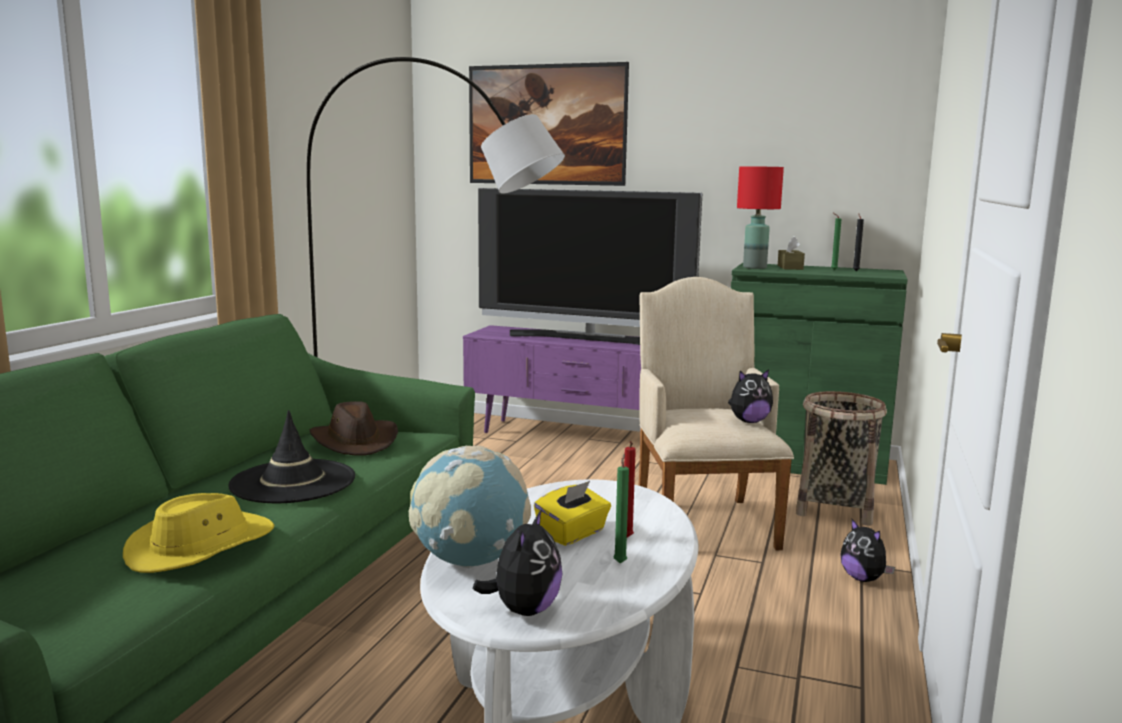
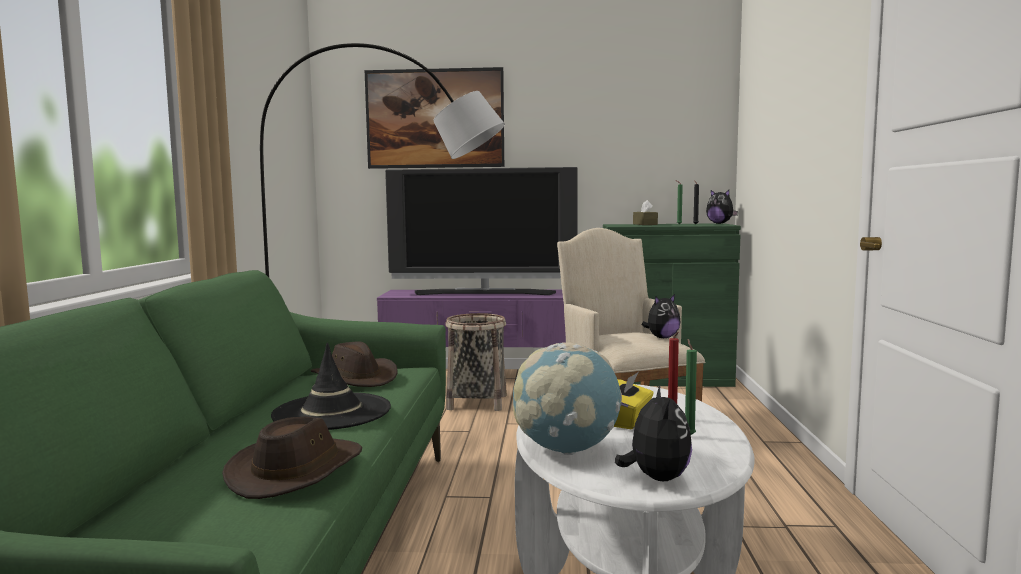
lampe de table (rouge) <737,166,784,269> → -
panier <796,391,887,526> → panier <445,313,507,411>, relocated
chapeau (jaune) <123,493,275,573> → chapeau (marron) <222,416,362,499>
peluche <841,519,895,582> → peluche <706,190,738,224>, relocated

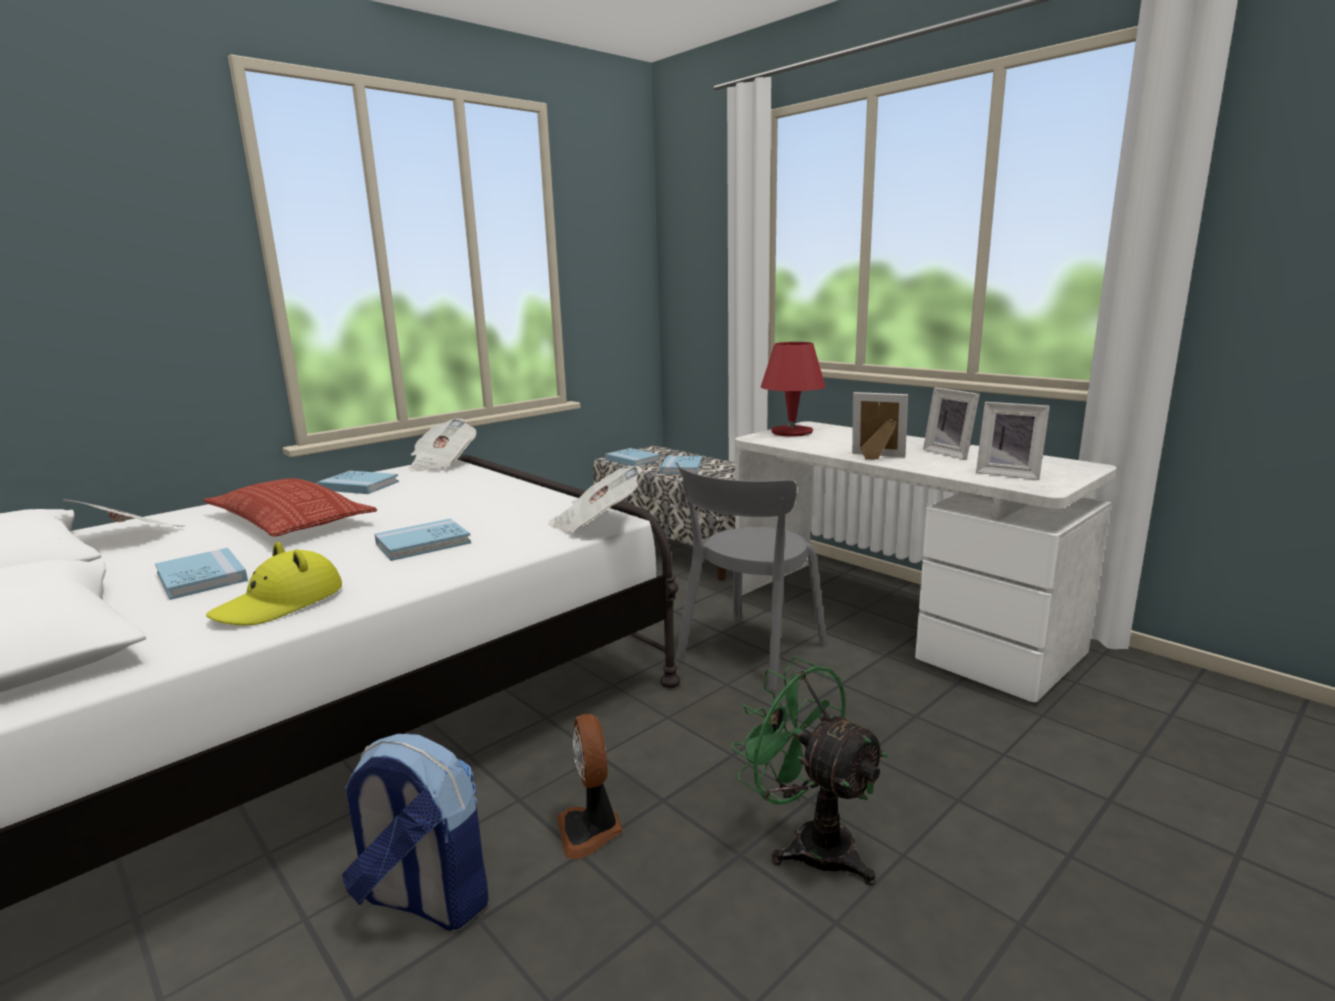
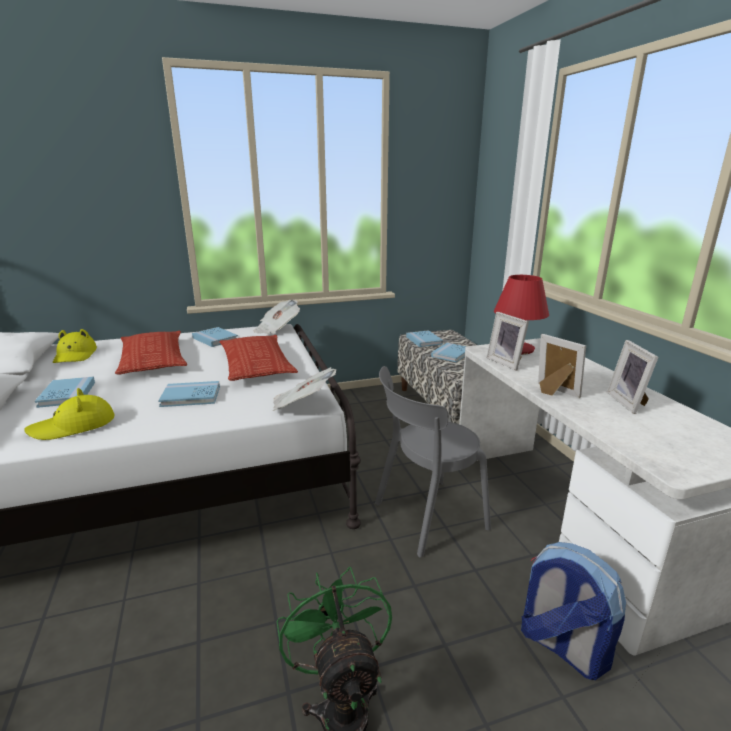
cadre photo <976,402,1050,480> → cadre photo <487,312,529,371>, relocated
journal <58,499,182,527> → chapeau (jaune) <53,329,97,363>
ventilateur <557,714,623,860> → -
sac à dos <342,734,488,931> → sac à dos <521,542,626,680>, relocated
- → coussin <219,335,298,381>

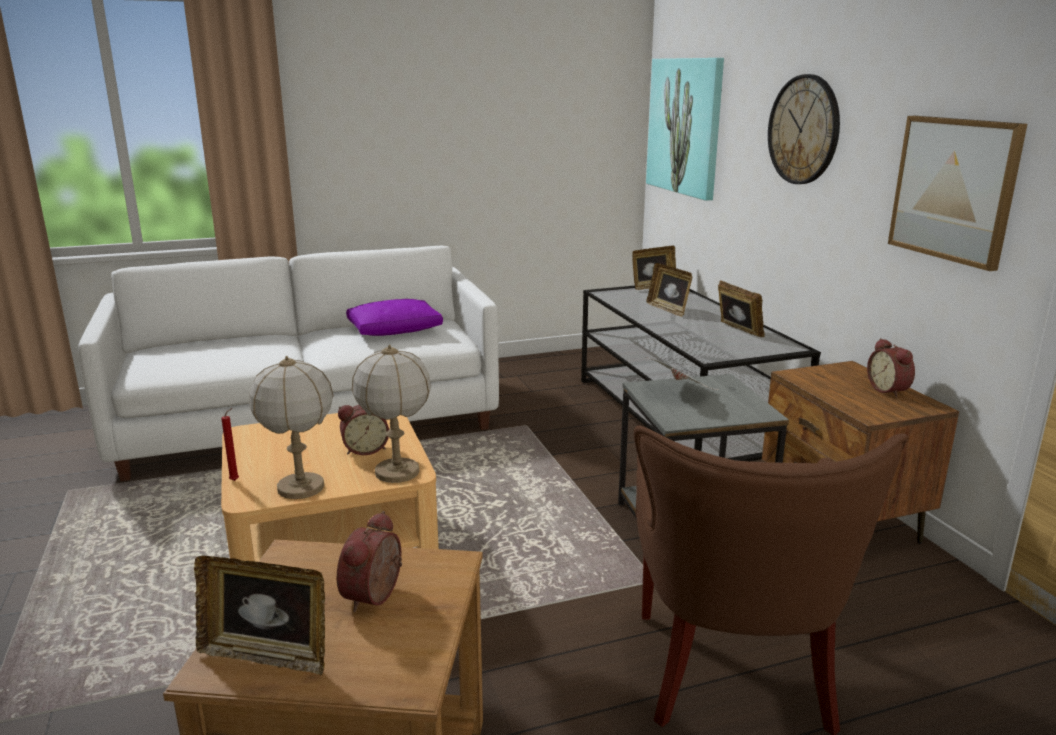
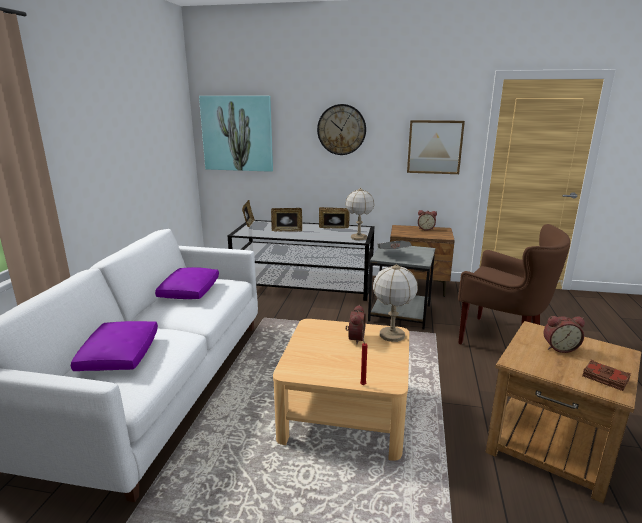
lampe de table <249,356,333,499> → lampe de table <345,187,374,240>, relocated
réveil <337,511,402,612> → réveil <543,316,585,353>, 45 degrees counterclockwise
cadre photo <194,556,325,675> → livre (marron) <582,360,631,391>
- → coussin (violet) <71,321,158,371>

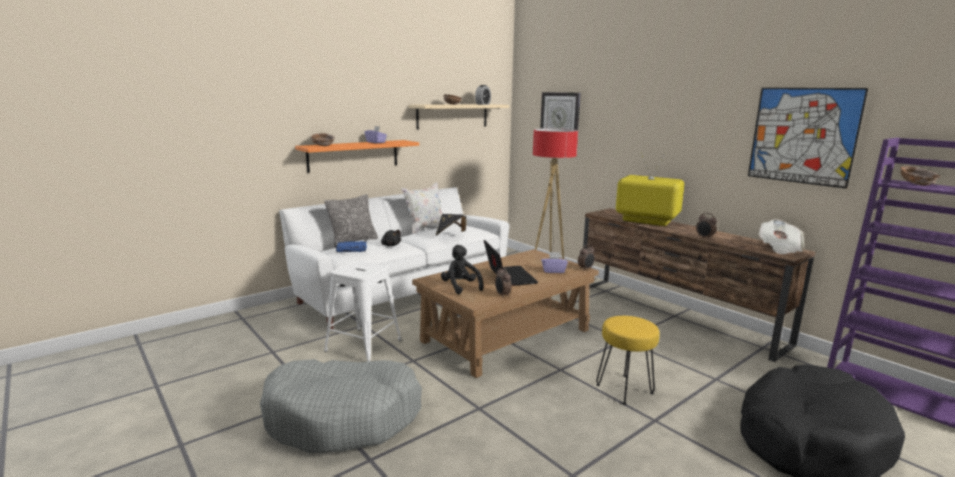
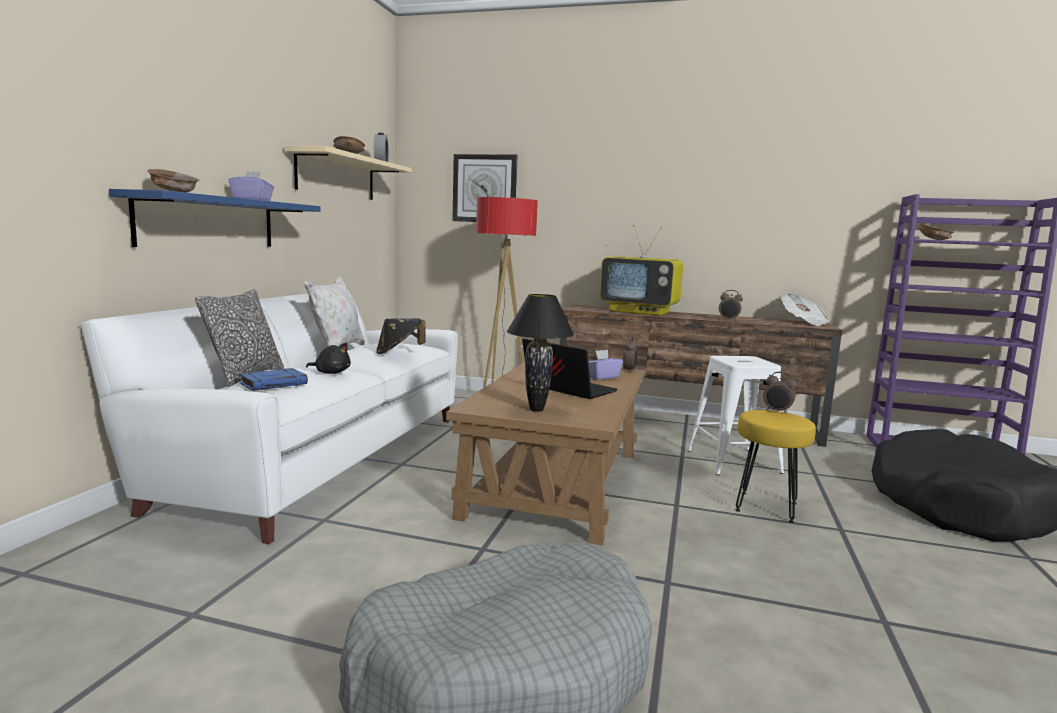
tableau <748,88,868,189> → -
étagère (orange) <295,140,419,173> → étagère (bleu) <109,189,321,247>
téléviseur <616,153,685,226> → téléviseur <600,225,683,316>, 150 degrees counterclockwise
peluche (noir) <441,245,484,295> → lampe de table (noir) <507,294,574,412>
tabouret (blanc) <324,261,401,362> → tabouret (blanc) <687,356,784,475>, relocated
réveil <495,267,512,298> → réveil <763,372,797,414>, relocated

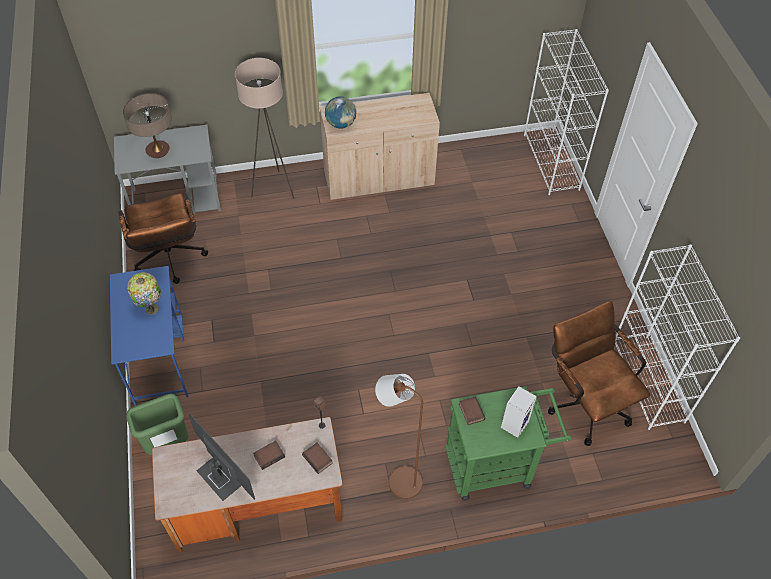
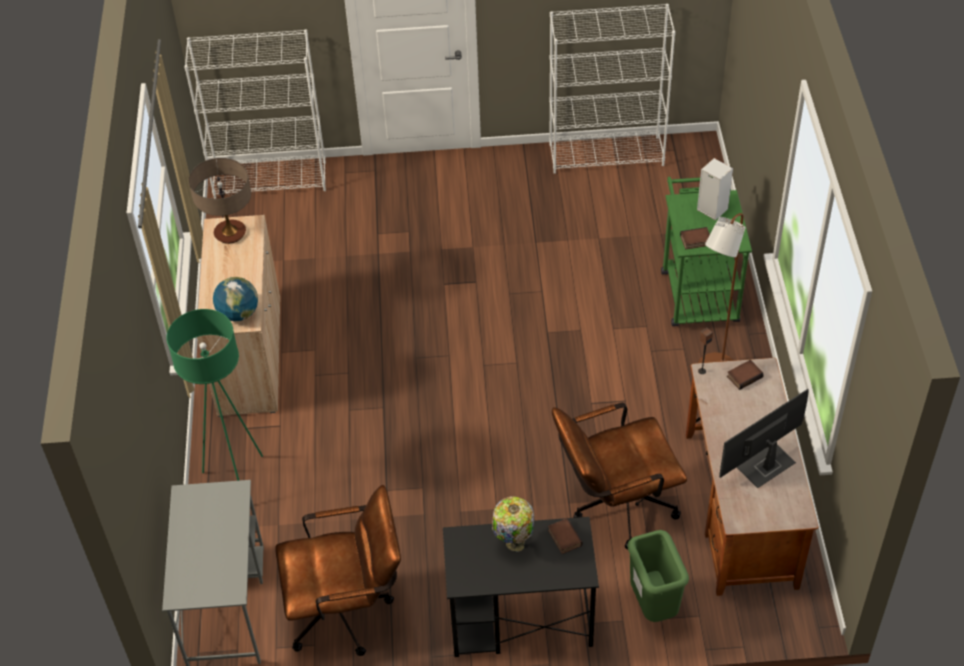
lampadaire (beige) <235,58,295,199> → lampadaire (vert) <166,309,263,481>
lampe de table <123,93,172,158> → lampe de table <189,158,251,244>, relocated
bureau (bleu) <110,266,188,406> → bureau (noir) <443,517,599,657>
chaise de bureau (marron) <548,301,650,446> → chaise de bureau (marron) <552,403,687,550>, relocated
livre <253,441,285,470> → livre <548,518,583,554>, relocated

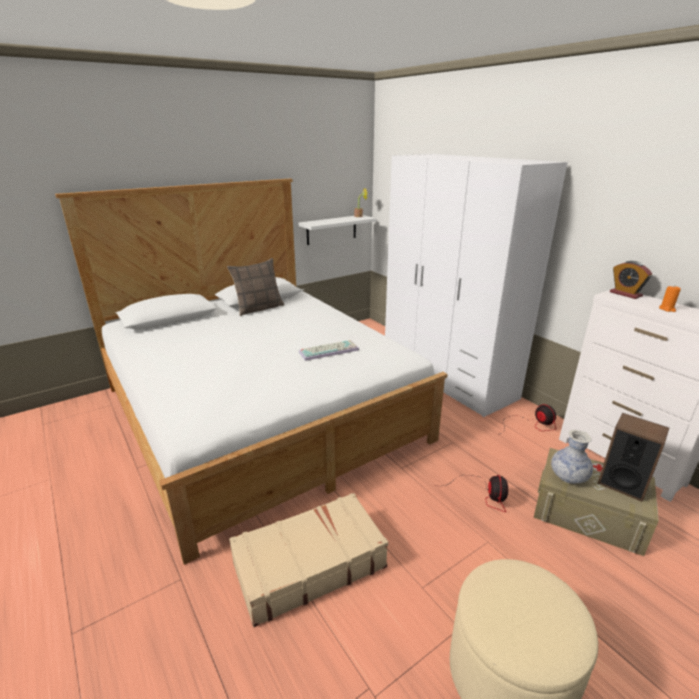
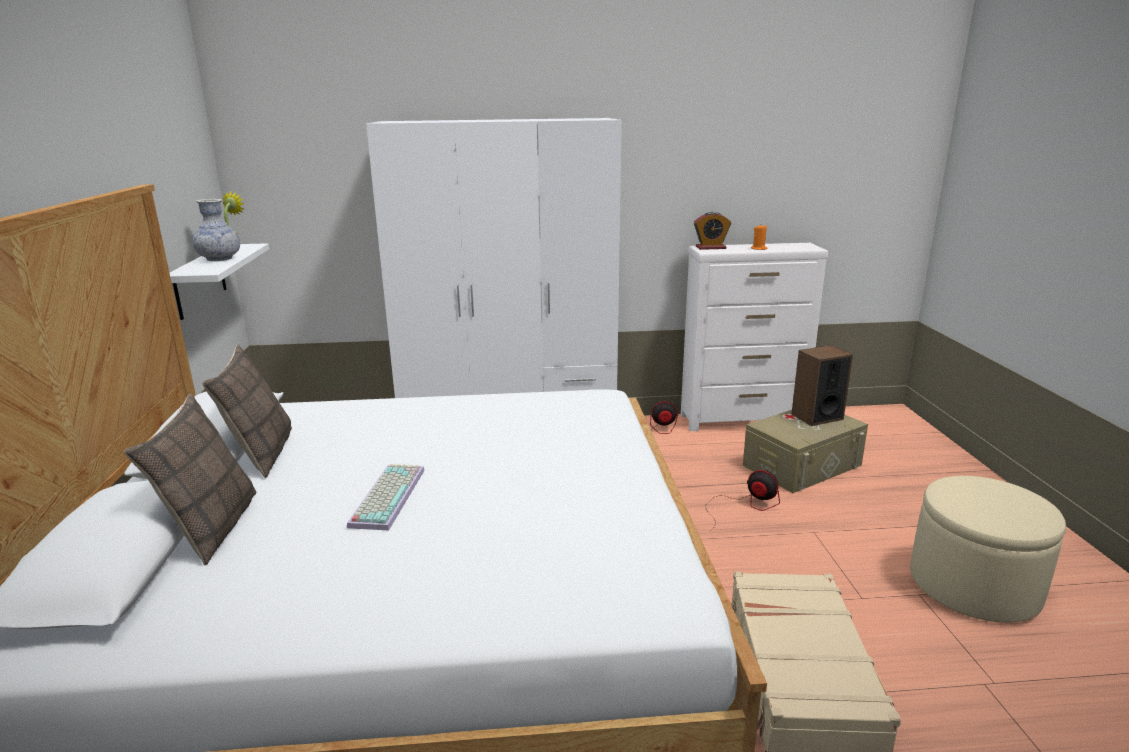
clavier <299,340,359,361> → clavier <347,464,425,530>, relocated
vase <551,430,593,484> → vase <193,199,240,261>, relocated
- → coussin <124,393,256,565>

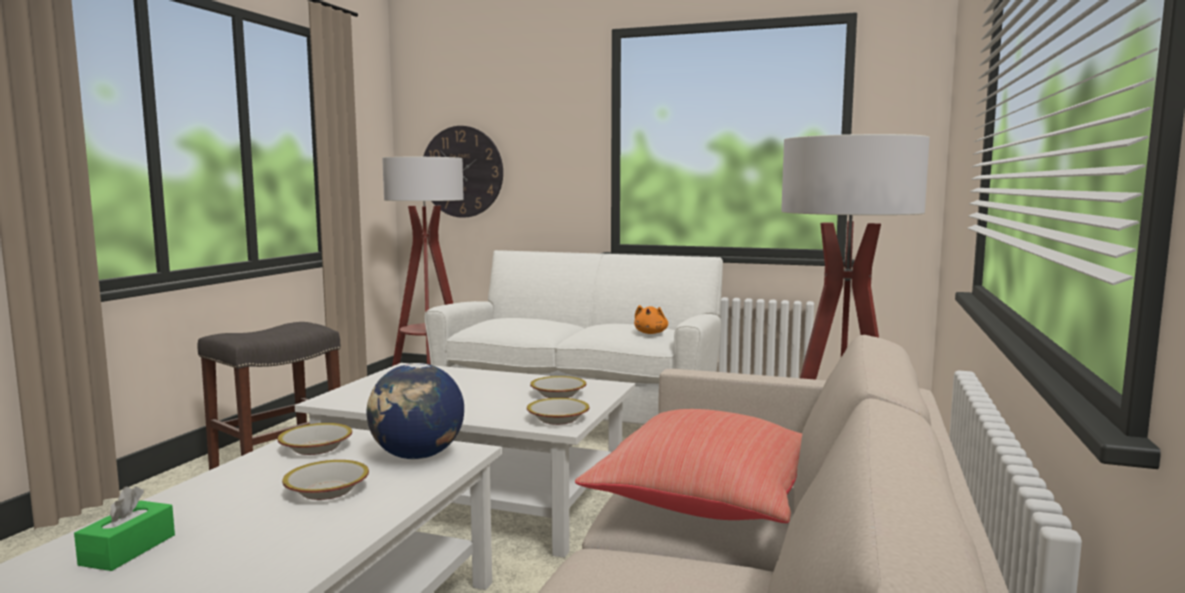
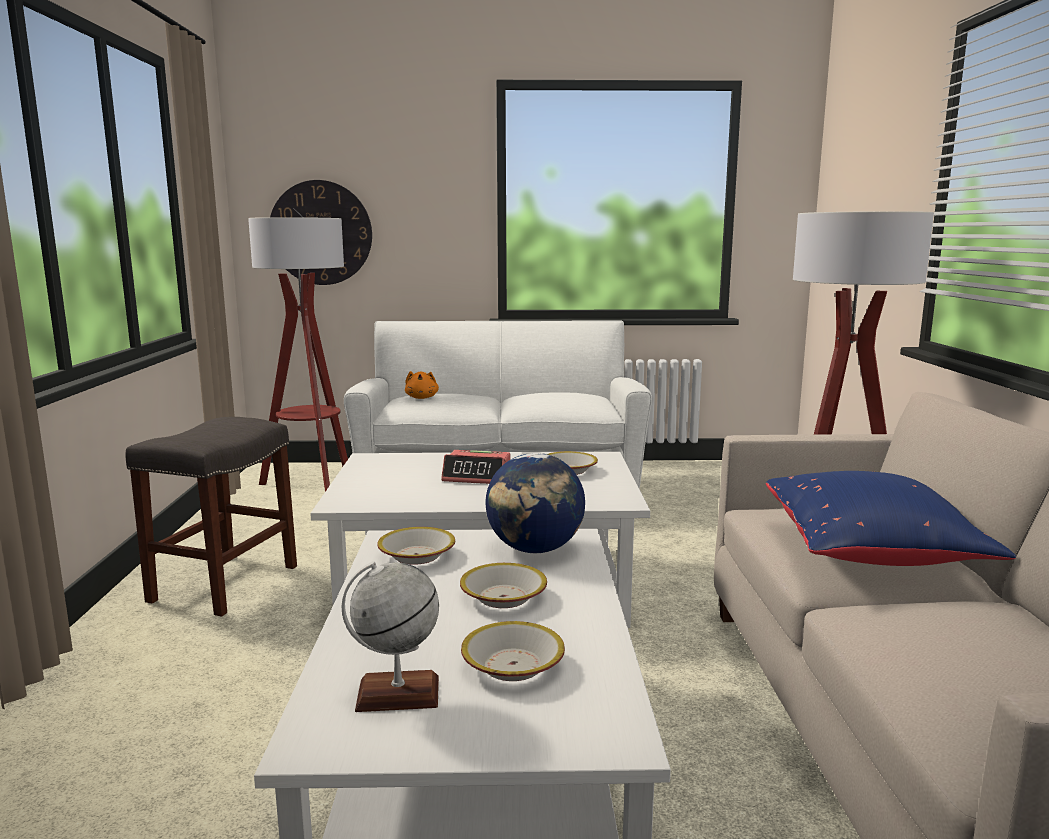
peluche (orange) <634,305,668,334> → peluche (orange) <405,371,439,399>, relocated
bol <527,398,589,425> → bol <461,621,565,681>, relocated
coussin (rouge) <575,409,802,523> → coussin (bleu) <766,471,1016,566>
boîte à mouchoirs (vert) <74,486,175,571> → globe <342,561,439,712>
- → réveil <441,450,511,484>

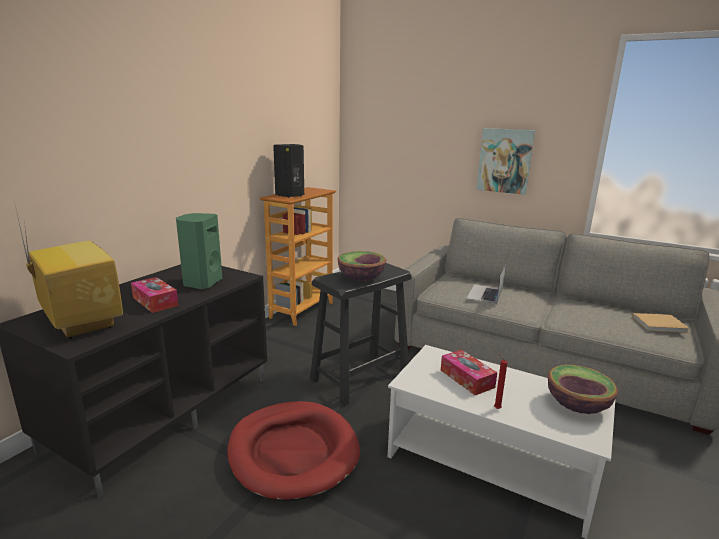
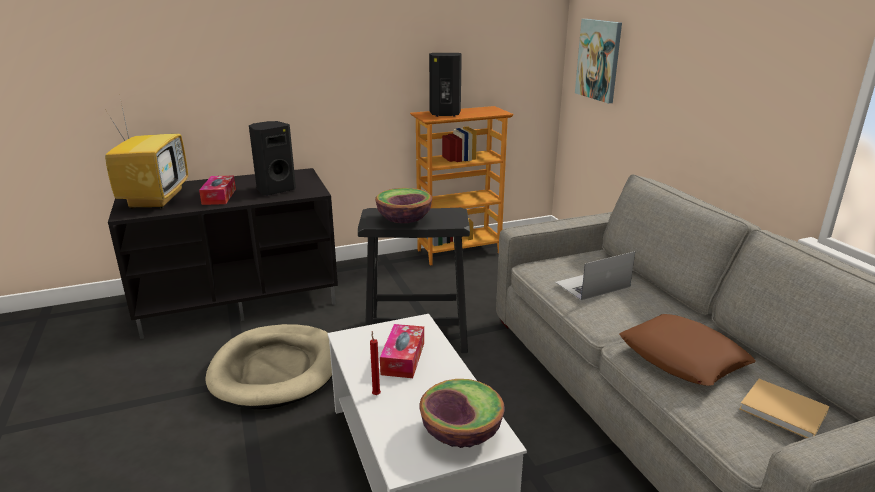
tableau <476,128,535,195> → tableau <575,19,622,103>, relocated
enceinte (vert) <176,213,222,289> → enceinte (noir) <249,121,296,196>
panier pour chien (rouge) <227,401,360,501> → panier pour chien (beige) <205,324,332,410>
- → coussin (marron) <619,314,756,386>

